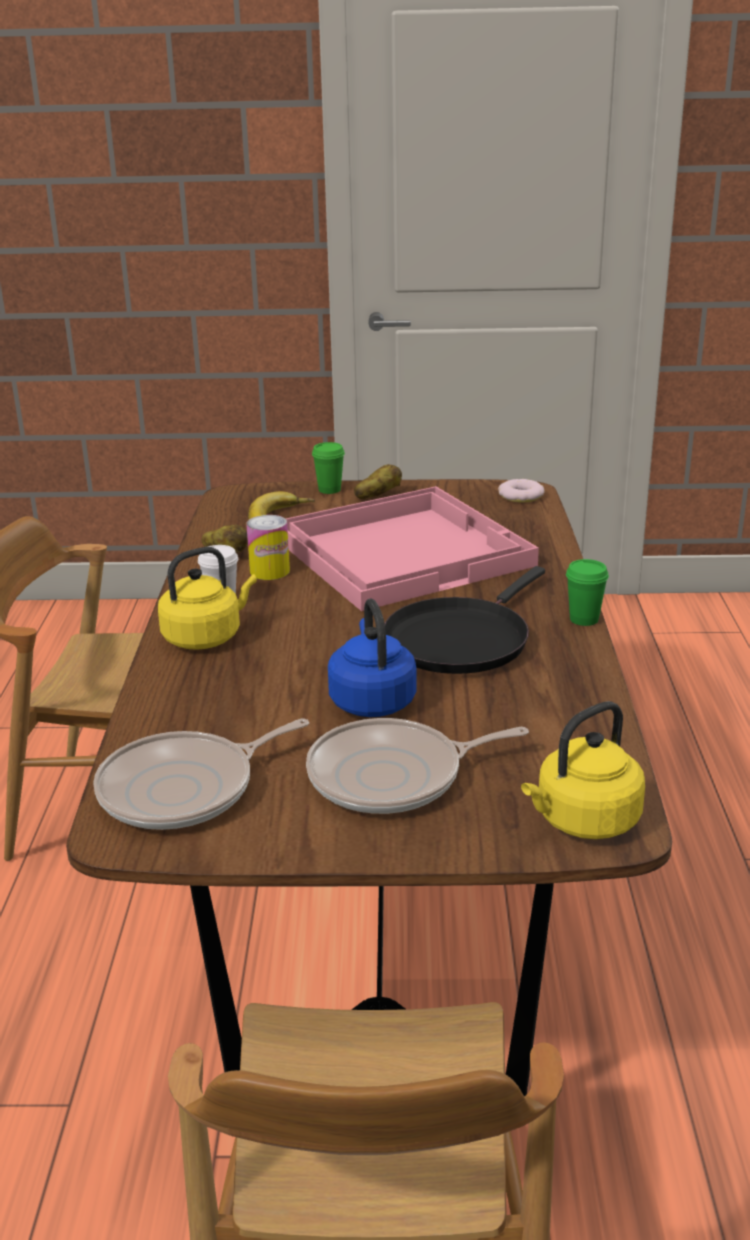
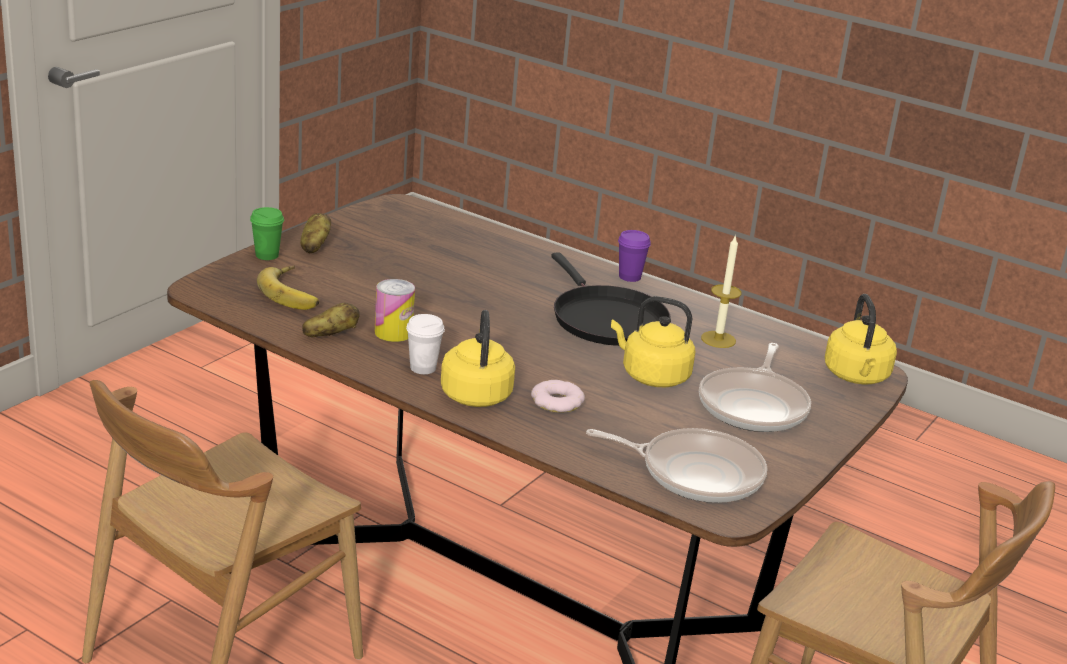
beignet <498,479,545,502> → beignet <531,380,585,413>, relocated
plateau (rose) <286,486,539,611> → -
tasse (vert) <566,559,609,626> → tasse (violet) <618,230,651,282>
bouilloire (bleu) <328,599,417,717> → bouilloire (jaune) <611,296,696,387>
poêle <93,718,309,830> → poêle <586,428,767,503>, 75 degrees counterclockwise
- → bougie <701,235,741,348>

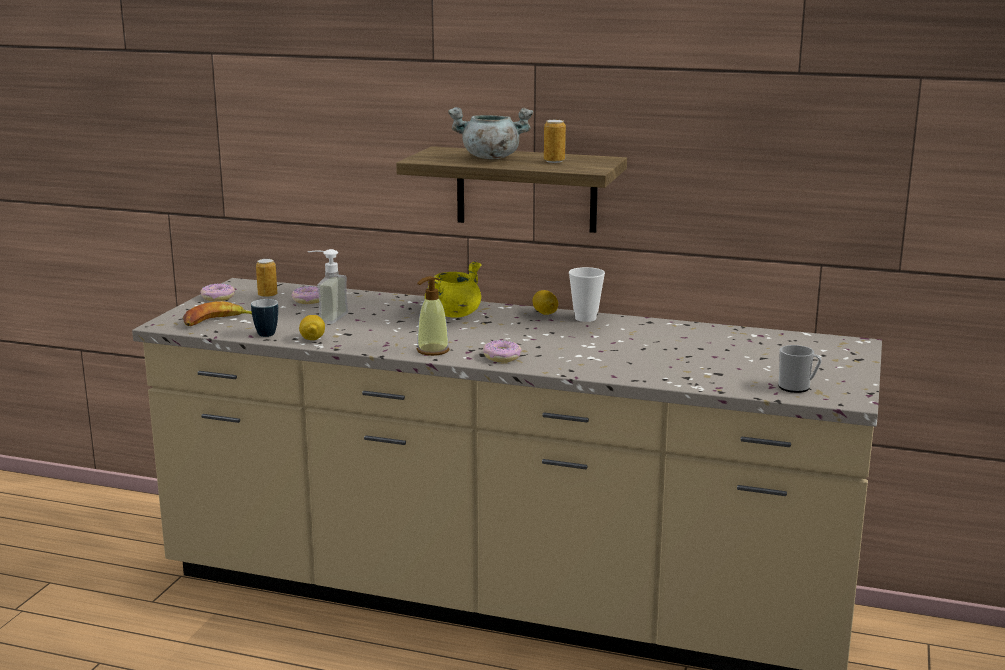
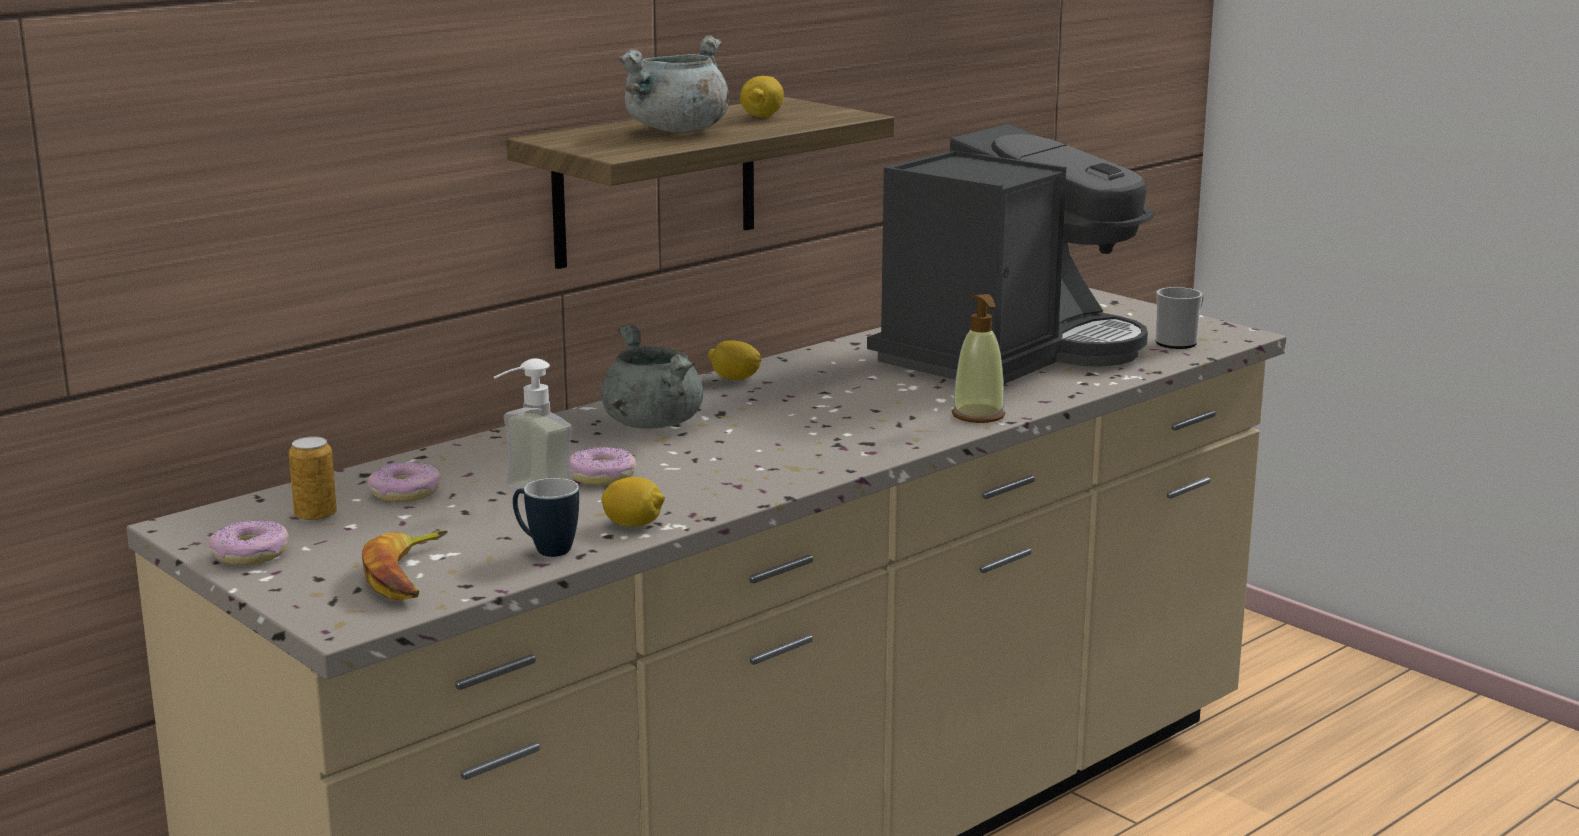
boîte métallique <544,120,566,163> → citron <740,76,784,117>
marmite (jaune) <424,262,482,318> → marmite (gris) <601,325,703,429>
tasse <569,267,605,322> → -
distributeur de savon <417,276,449,356> → distributeur de savon <952,294,1005,423>, relocated
beignet <483,340,522,362> → beignet <570,447,636,485>, relocated
- → machine à café <867,124,1154,384>

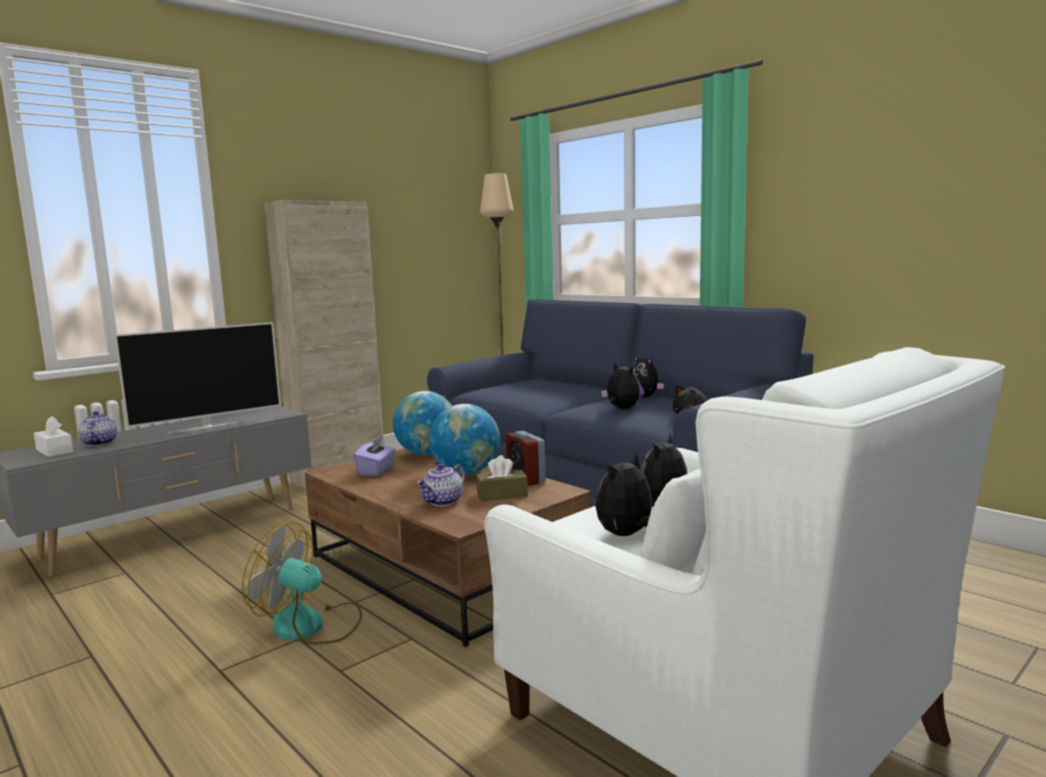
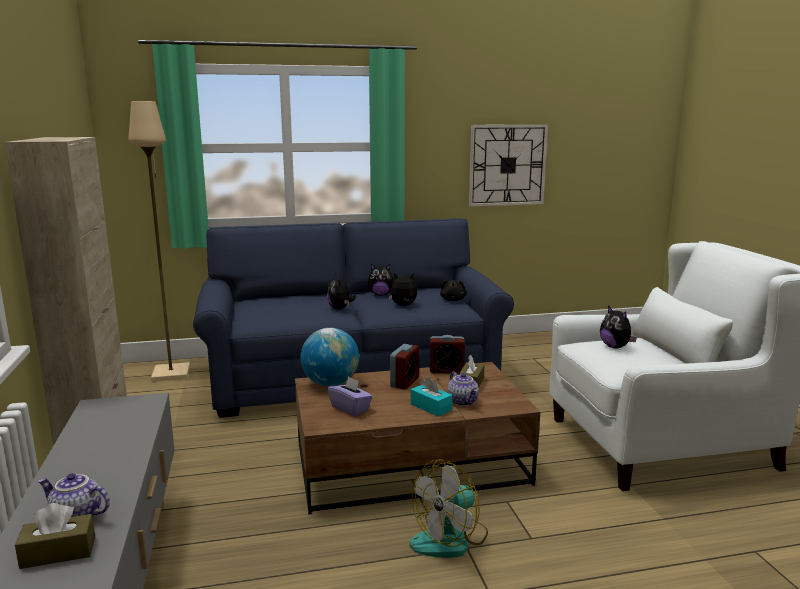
téléviseur <114,322,281,433> → -
globe <429,404,500,475> → réveil <390,344,419,390>
boîte à mouchoirs (blanc) <34,416,74,457> → boîte à mouchoirs (marron) <15,503,95,569>
peluche <596,452,652,536> → peluche <327,273,356,310>, relocated
- → horloge murale <469,124,548,207>
- → boîte à mouchoirs (turquoise) <411,377,452,416>

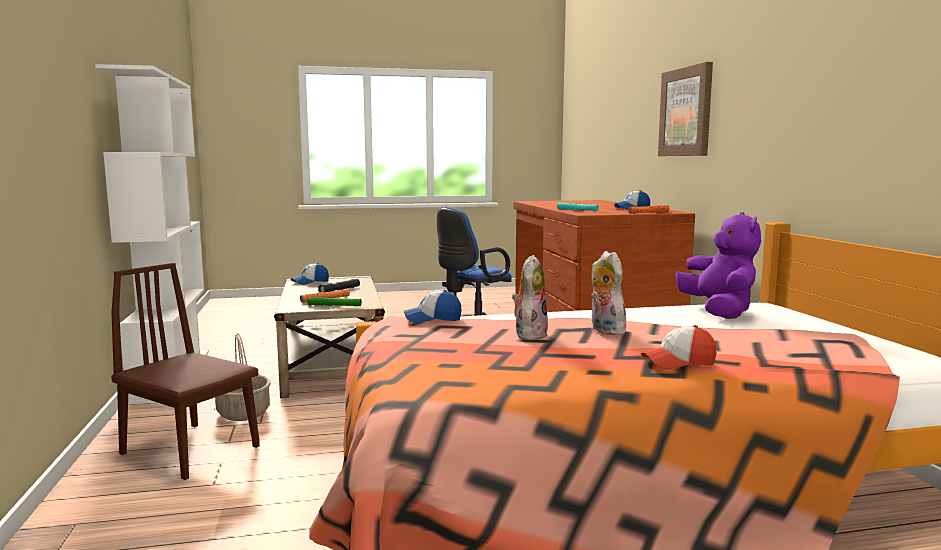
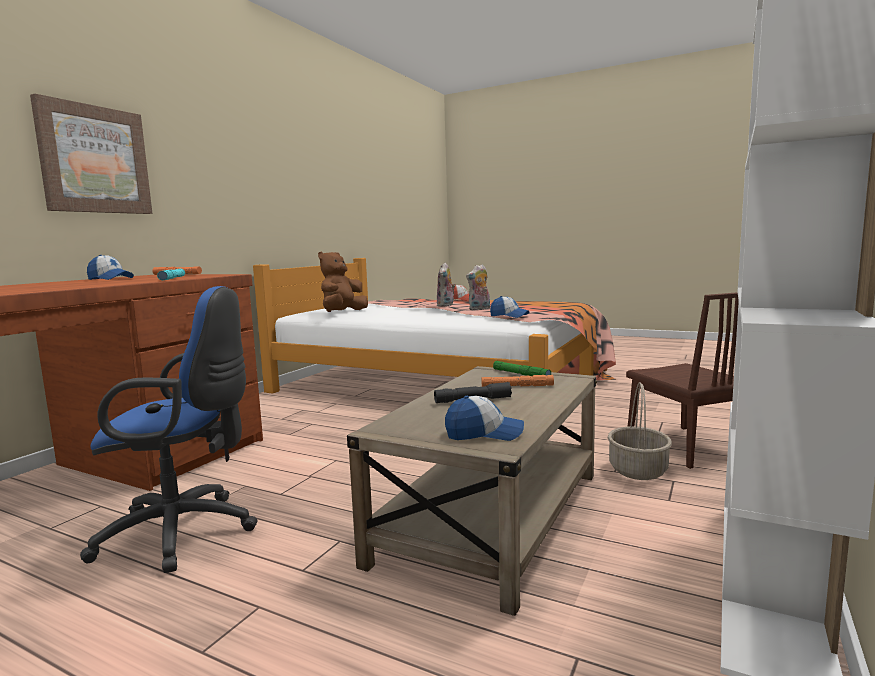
peluche (violet) <676,212,761,319> → peluche (marron) <318,252,368,312>

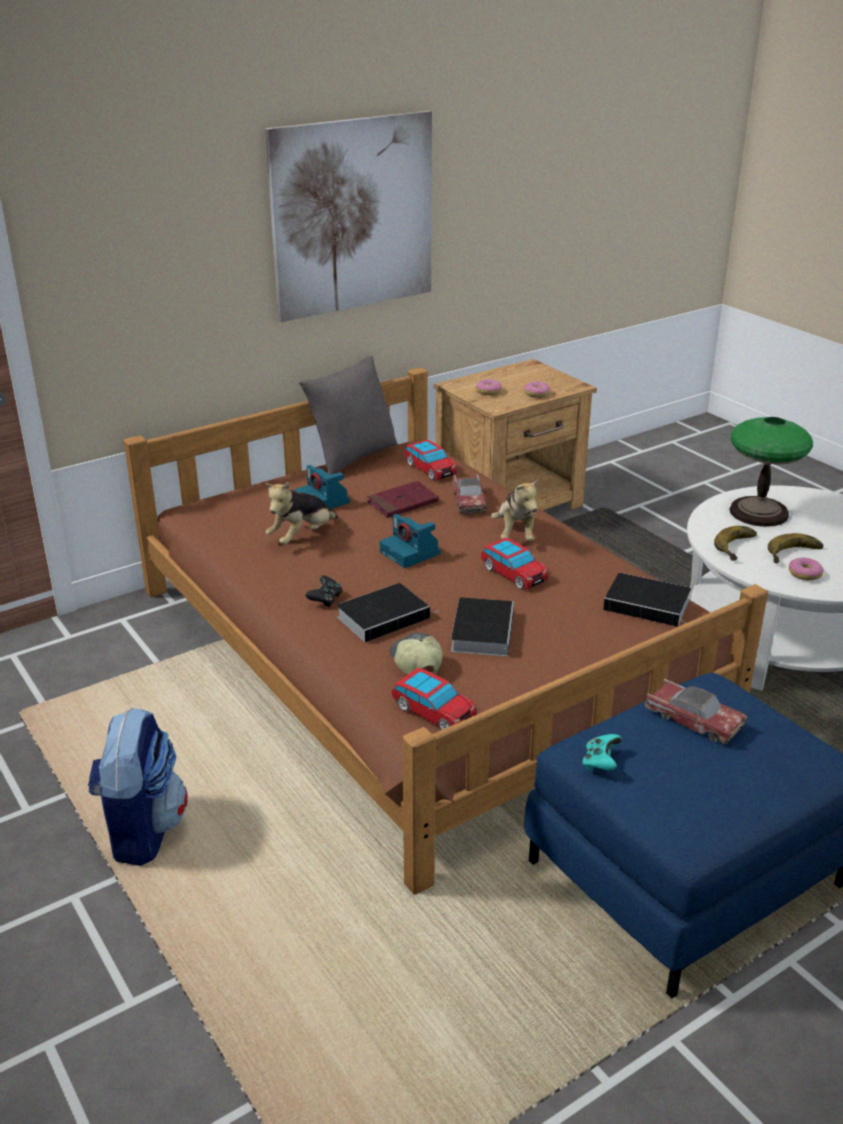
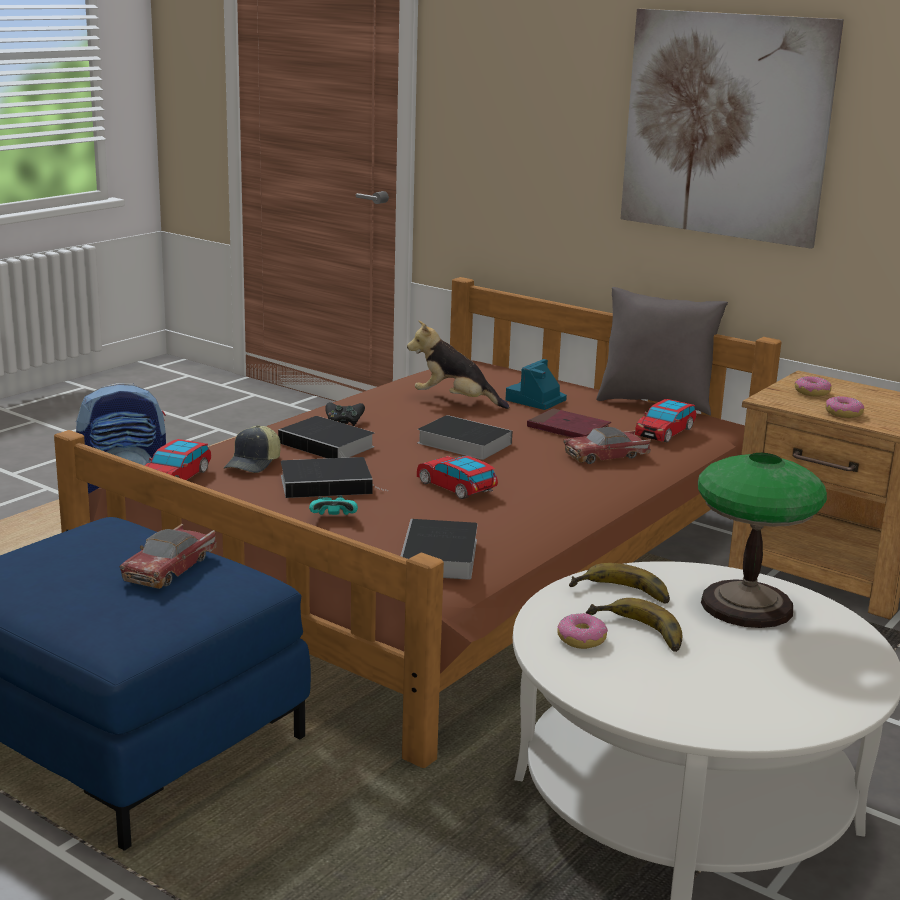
peluche <491,478,538,542> → -
appareil photo <380,514,441,568> → livre <417,415,512,460>
petite voiture <481,538,548,590> → petite voiture <417,456,498,499>, 105 degrees clockwise
casquette <390,632,443,675> → casquette <224,425,281,473>, 150 degrees clockwise
manette (turquoise) <583,734,622,770> → manette (turquoise) <309,495,358,515>, relocated

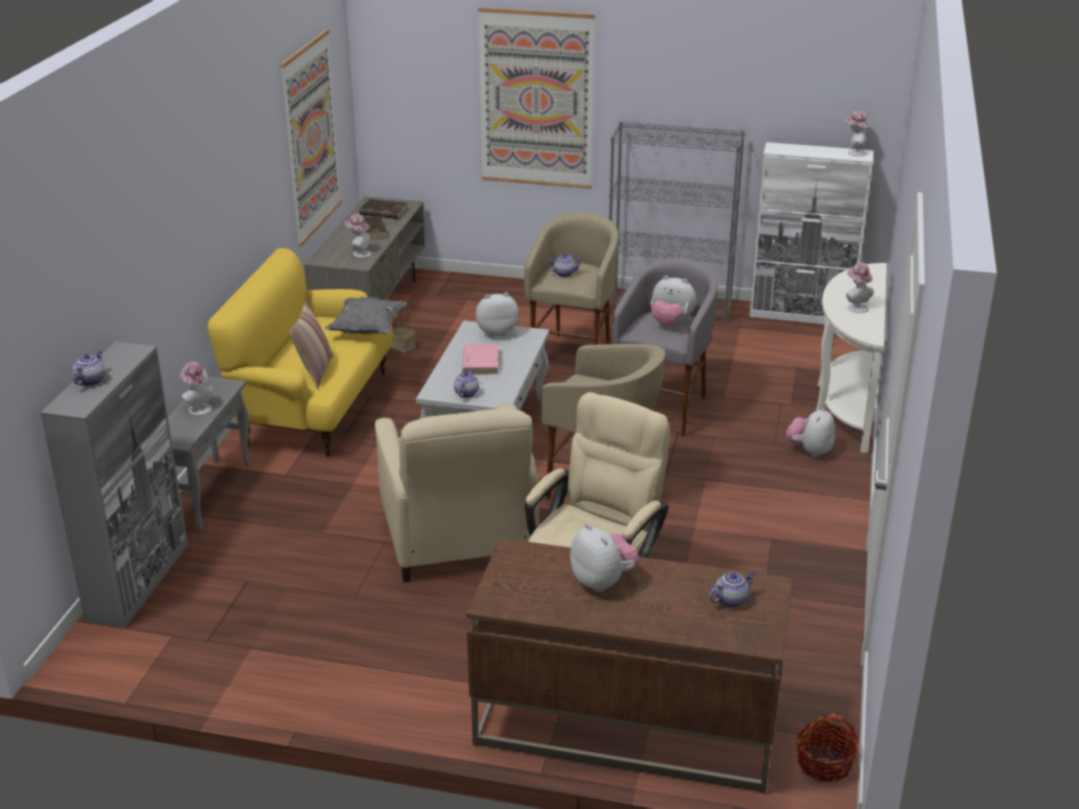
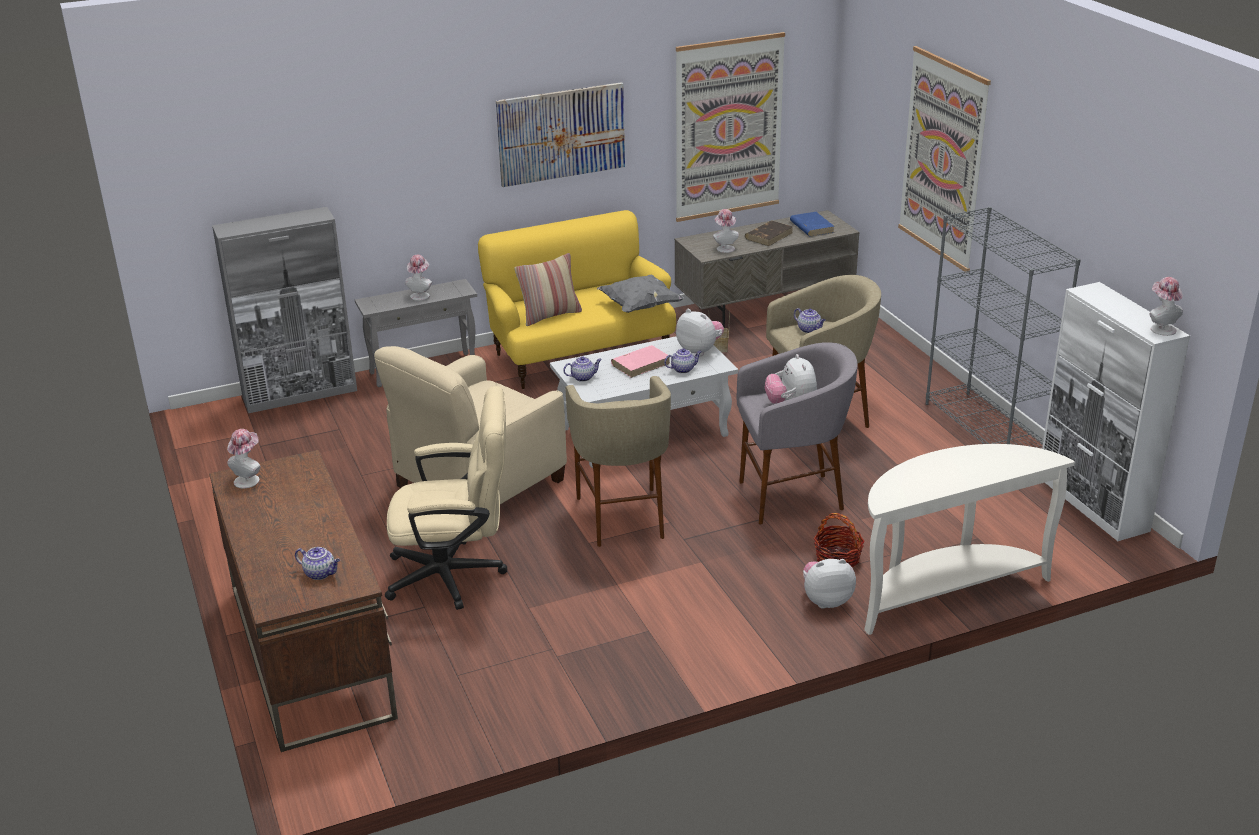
livre (marron) <359,199,408,219> → livre (bleu) <790,212,835,236>
chapeau <846,263,874,313> → chapeau <227,429,260,488>, relocated
théière <73,350,105,386> → théière <664,348,702,373>, relocated
peluche <570,523,639,592> → -
panier <796,713,858,782> → panier <814,513,865,568>, relocated
- → tableau <496,82,625,187>

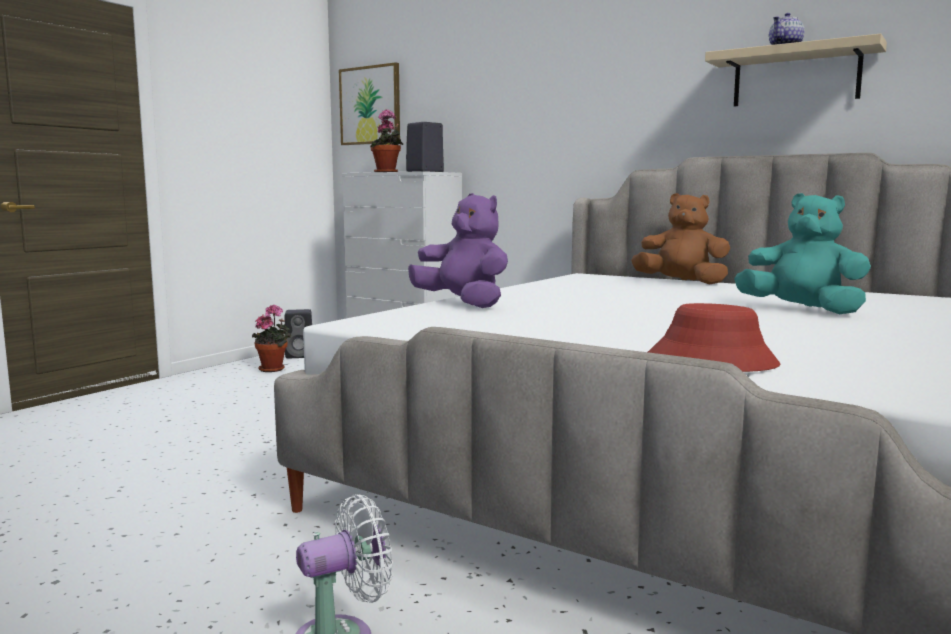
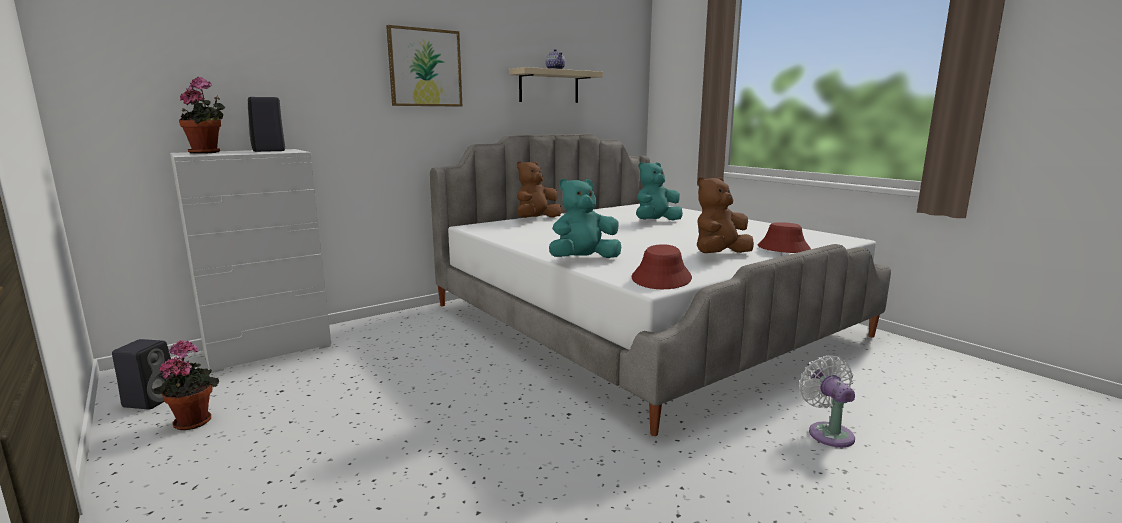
tableau <339,62,400,145> → tableau <386,25,462,107>, relocated
peluche (violet) <408,193,508,308> → peluche (turquoise) <549,178,621,258>
- → peluche (marron) <697,177,754,253>
- → chapeau (rouge) <632,244,692,289>

